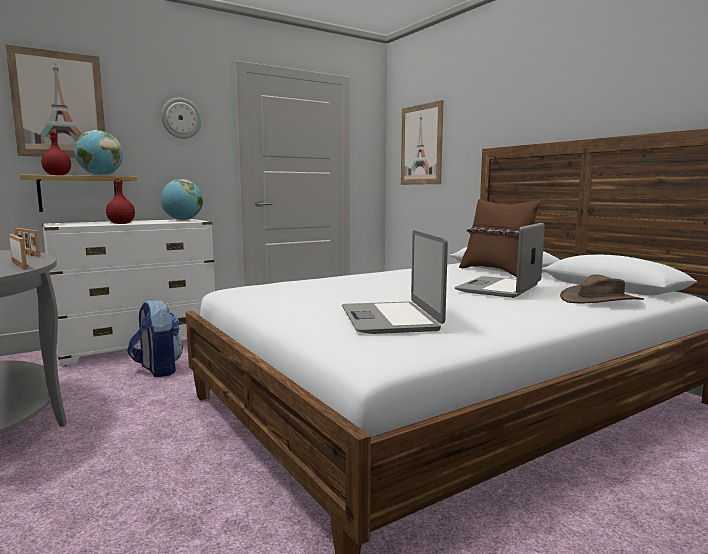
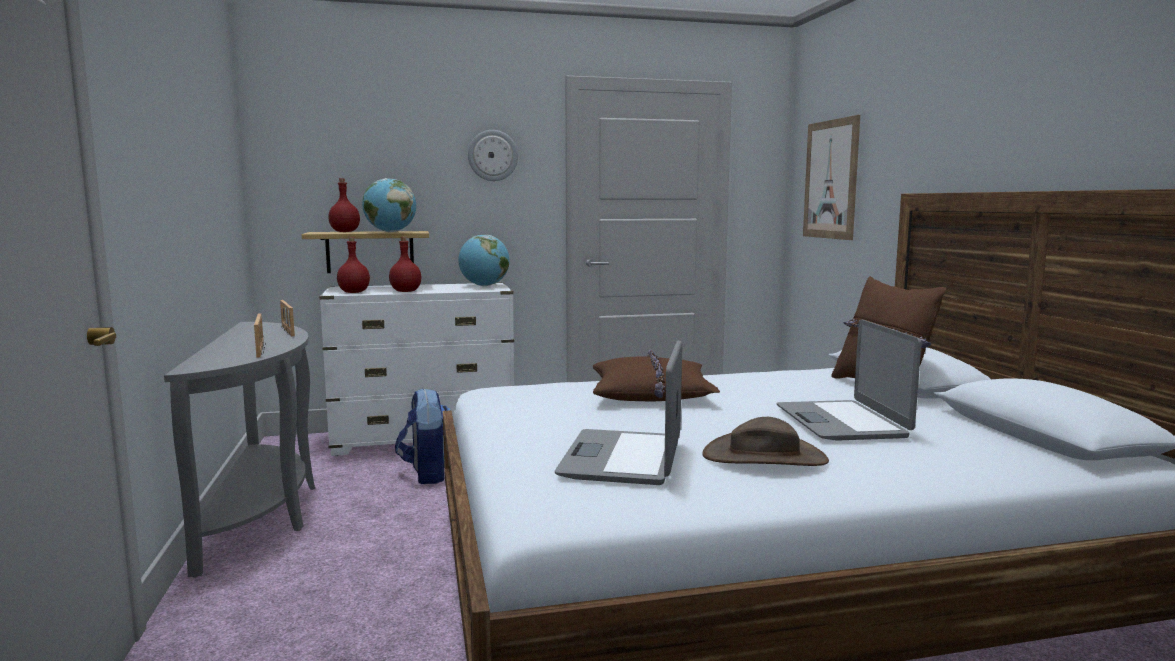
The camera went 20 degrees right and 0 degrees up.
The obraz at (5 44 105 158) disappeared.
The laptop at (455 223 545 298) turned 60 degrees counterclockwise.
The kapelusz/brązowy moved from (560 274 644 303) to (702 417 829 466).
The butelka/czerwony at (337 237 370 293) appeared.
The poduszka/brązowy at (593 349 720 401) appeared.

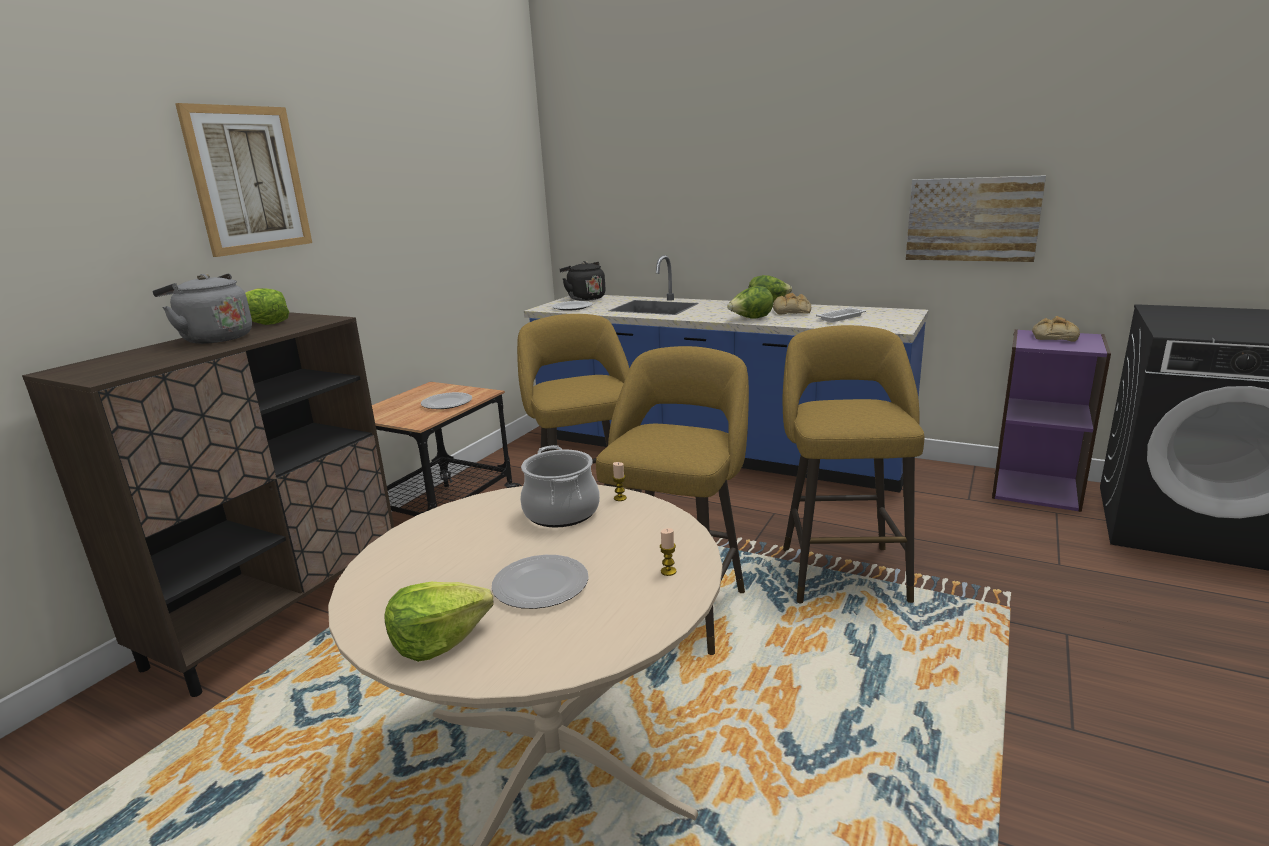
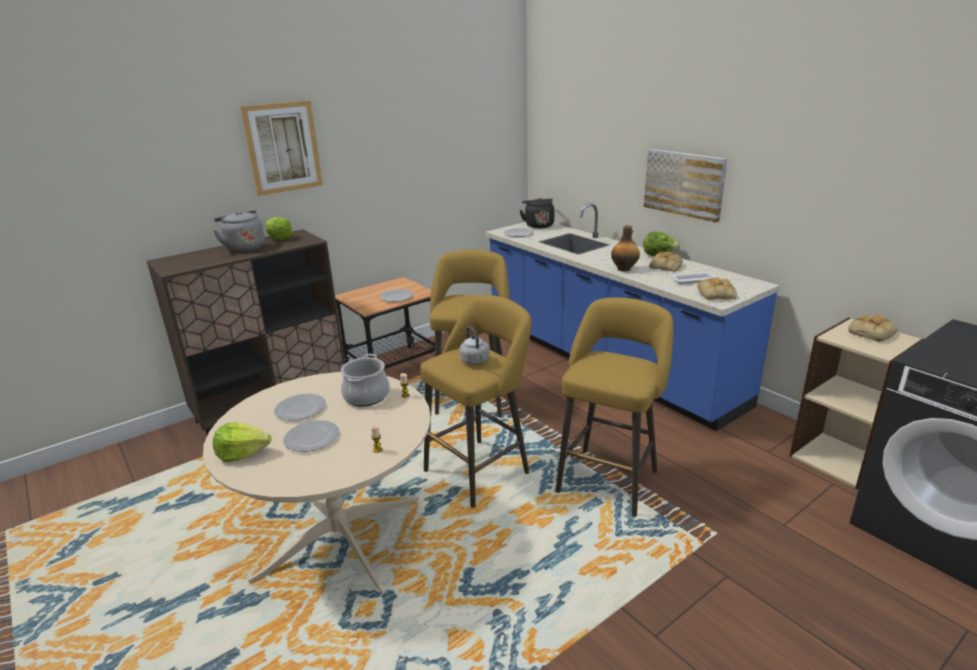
The camera went 25 degrees right and 5 degrees up.
The sałata at (727 286 773 319) was replaced by the butelka at (611 225 640 271).
The obraz moved from (906 175 1046 262) to (644 149 727 223).
The regał/fioletowy at (992 329 1111 512) became the regał/beżowy at (789 317 923 489).
The talerz at (274 394 326 421) appeared.
The czajnik/szary at (460 326 489 365) appeared.
The chleb at (697 277 737 300) appeared.

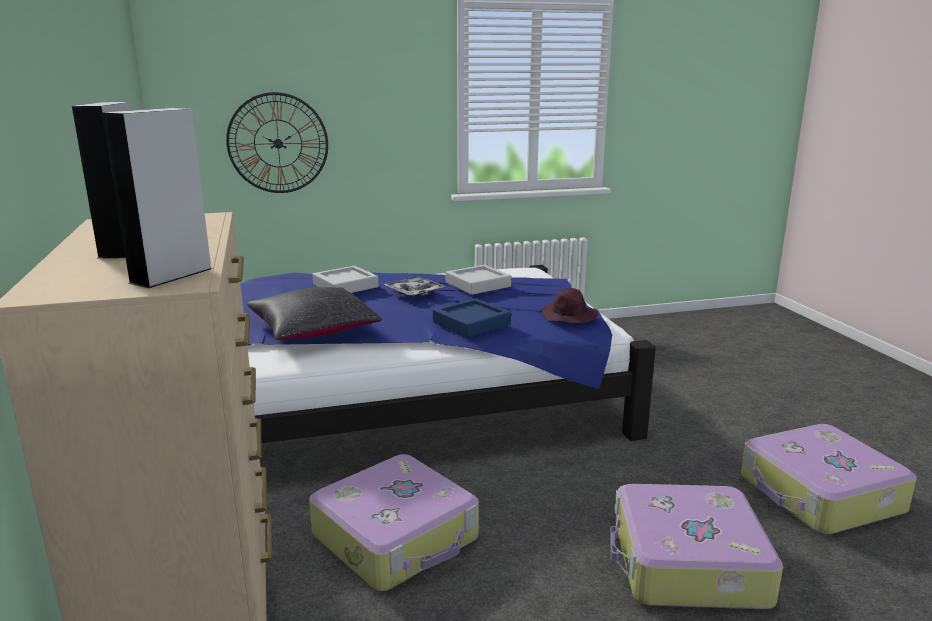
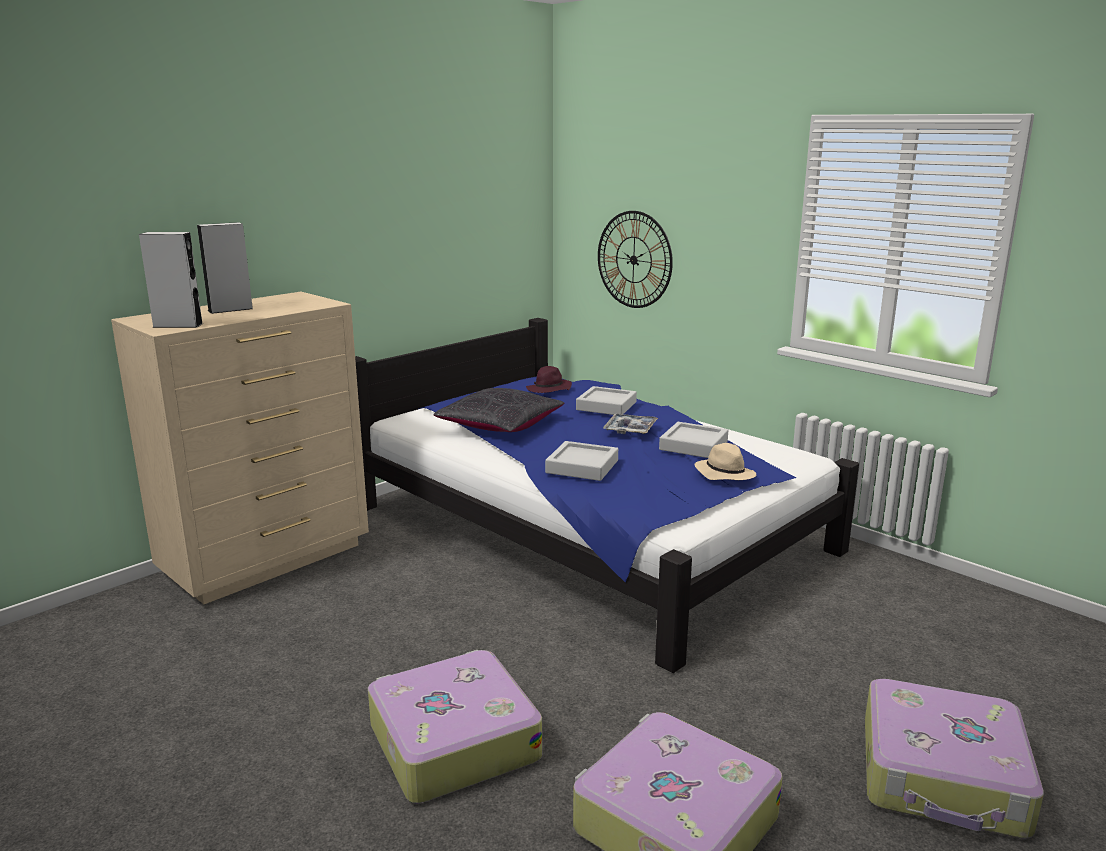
The camera went 60 degrees right and 0 degrees up.
The walizka moved from (309 454 479 591) to (865 679 1044 839).
The taca/niebieski at (433 298 511 337) became the taca/szary at (545 441 618 481).
The kapelusz/fioletowy moved from (542 288 598 323) to (526 366 572 393).
The kapelusz/beżowy at (694 443 756 480) appeared.

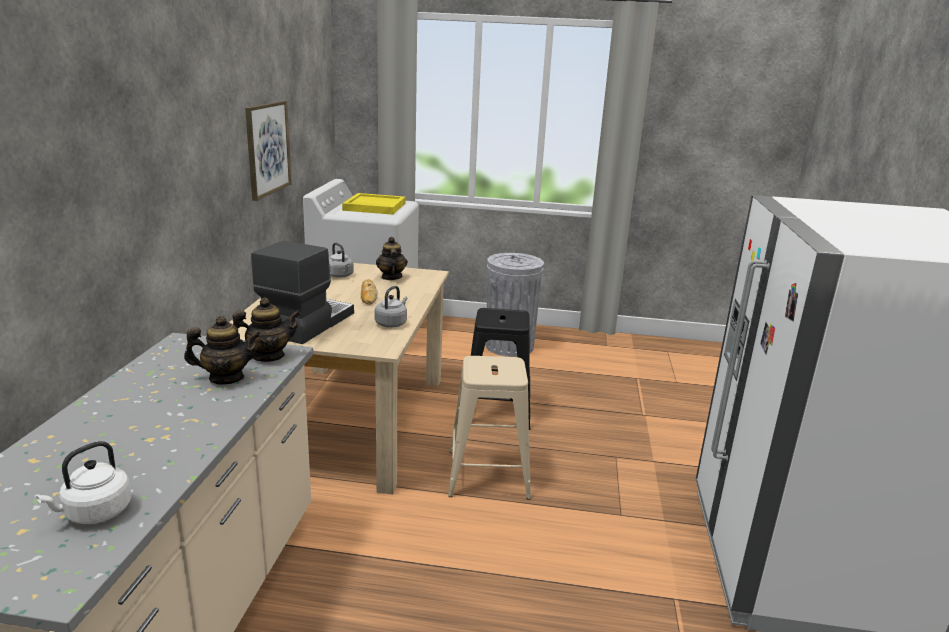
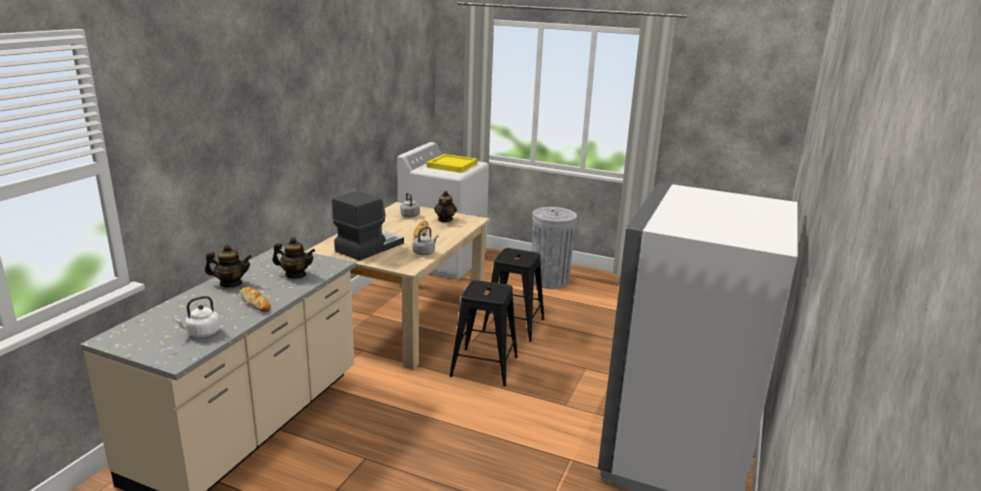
The camera went 15 degrees right and 0 degrees up.
The imbryk moved from (233 297 301 362) to (205 245 252 287).
The obraz at (245 101 292 201) disappeared.
The stołek/beżowy at (448 356 531 500) became the stołek/czarny at (450 280 518 386).
The chleb at (241 287 271 312) appeared.

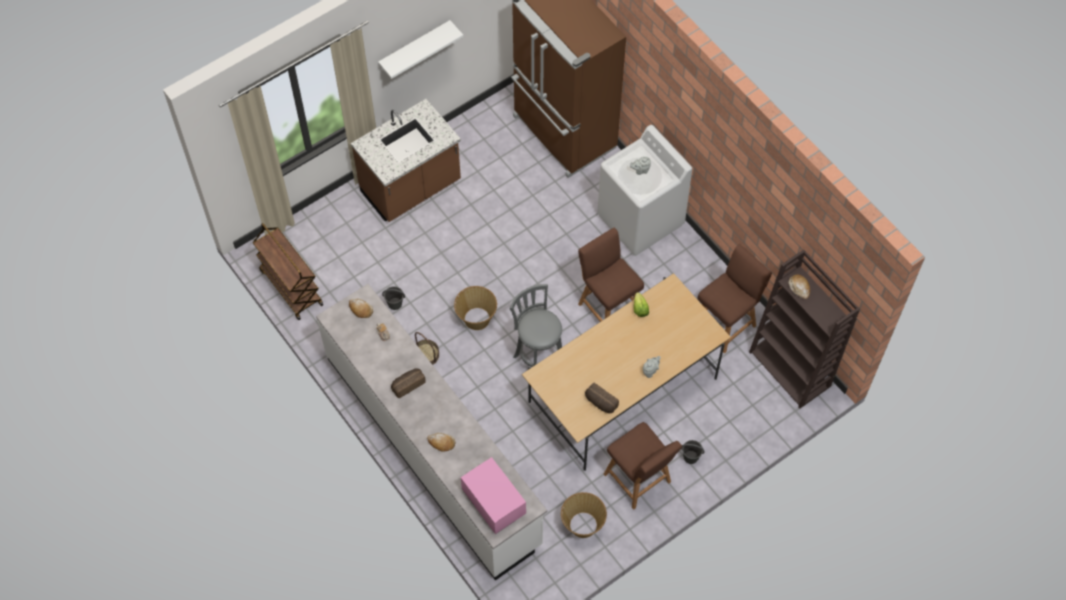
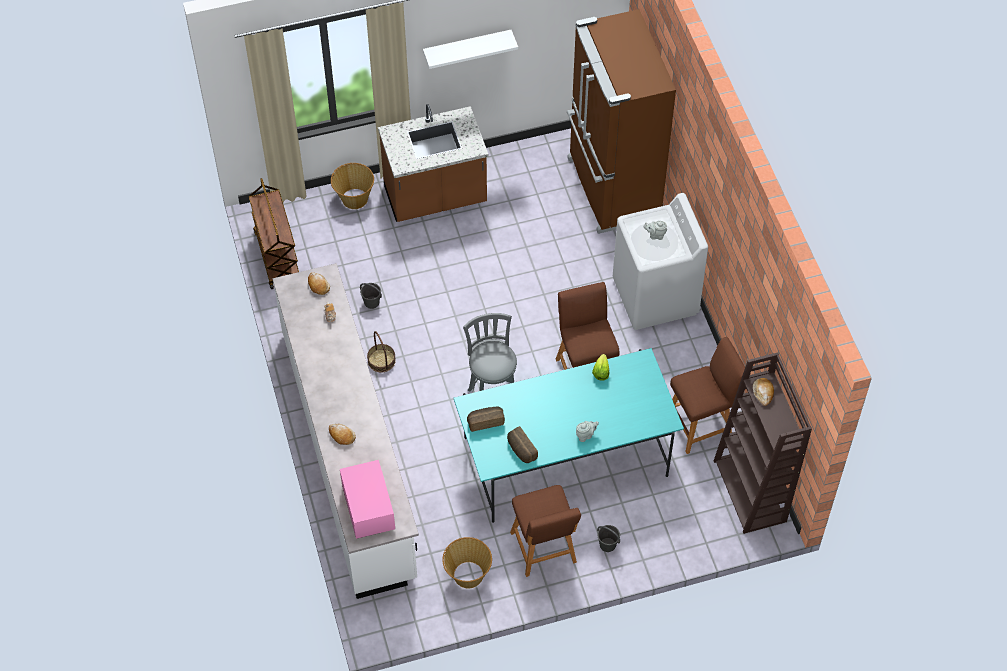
The camera went 20 degrees right and 5 degrees down.
The chleb moved from (391 368 426 398) to (467 407 505 432).
The koszyk moved from (454 286 497 330) to (331 163 374 209).
The stół jadalny/beżowy at (522 273 731 471) became the stół jadalny/turkusowy at (454 348 684 523).

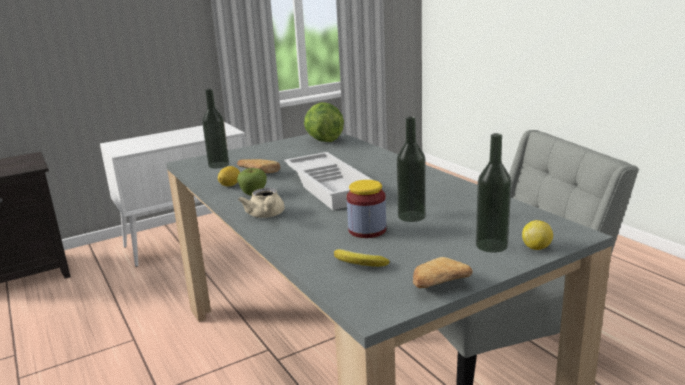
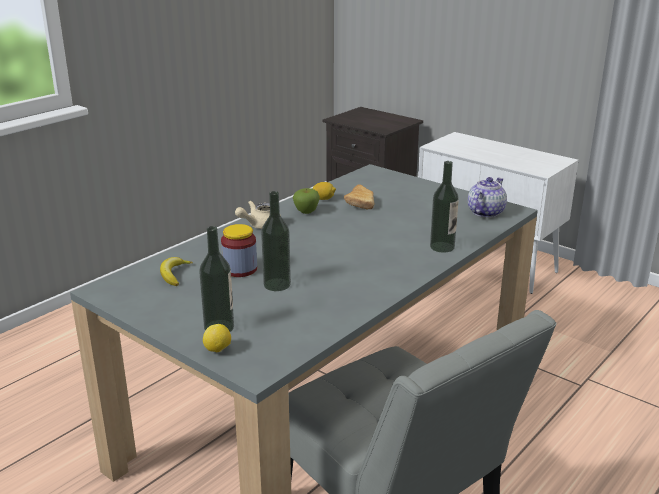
The camera went 70 degrees right and 5 degrees up.
The butelka moved from (202 89 229 169) to (430 161 459 253).
The taca/biały at (284 152 373 210) disappeared.
The sałata at (304 102 344 142) was replaced by the imbryk at (468 177 507 218).
The chleb at (413 257 473 288) disappeared.

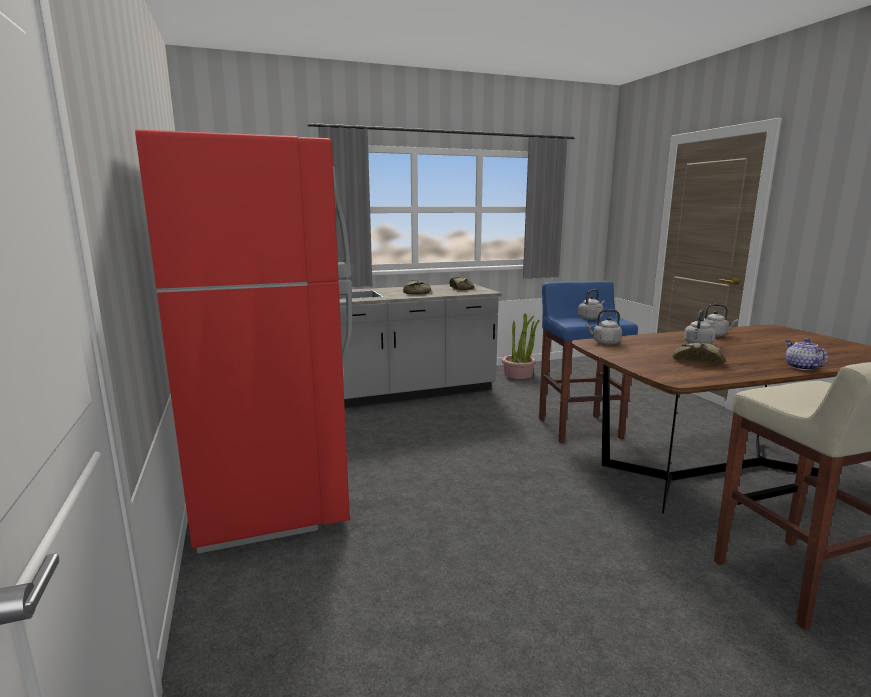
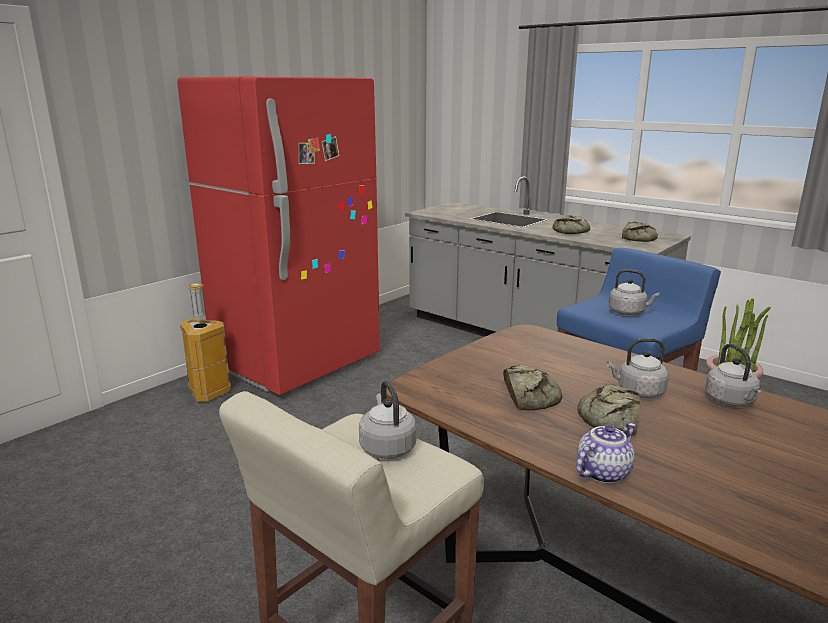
The camera went 60 degrees right and 5 degrees up.
The czajnik/szary moved from (586 309 622 345) to (359 381 417 459).
The kosz na śmieci at (180 283 231 402) appeared.
The chleb at (577 384 641 435) appeared.

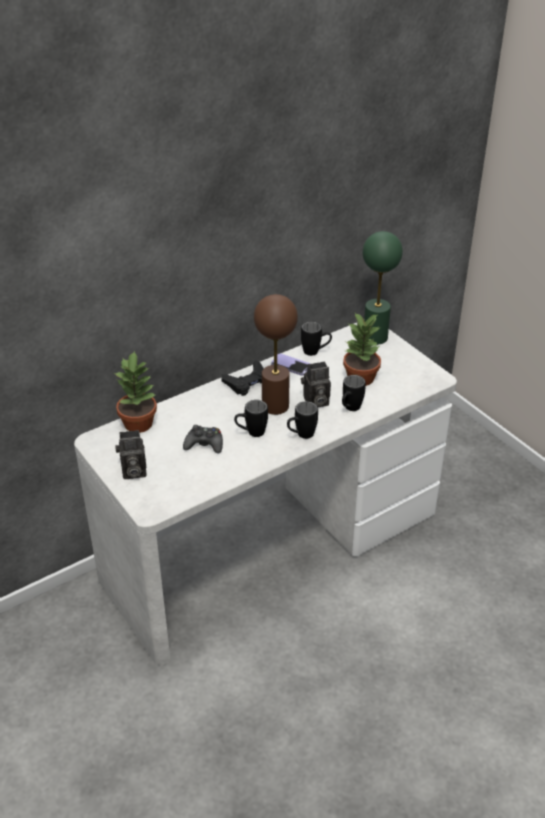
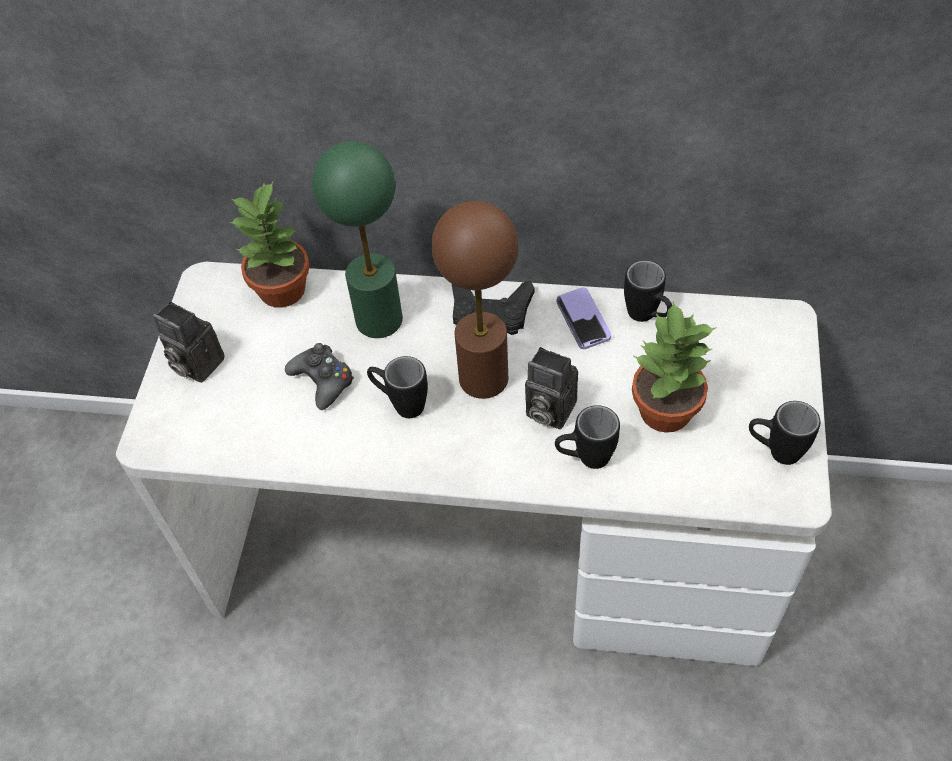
The camera went 45 degrees right and 15 degrees up.
The kubek/czarny moved from (287 401 318 439) to (749 401 820 465).
The lampa stołowa/zielony moved from (363 231 403 345) to (312 141 403 338).

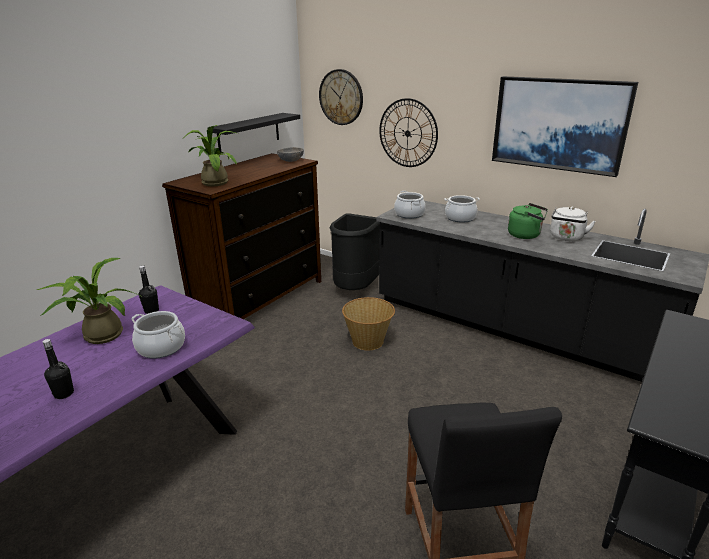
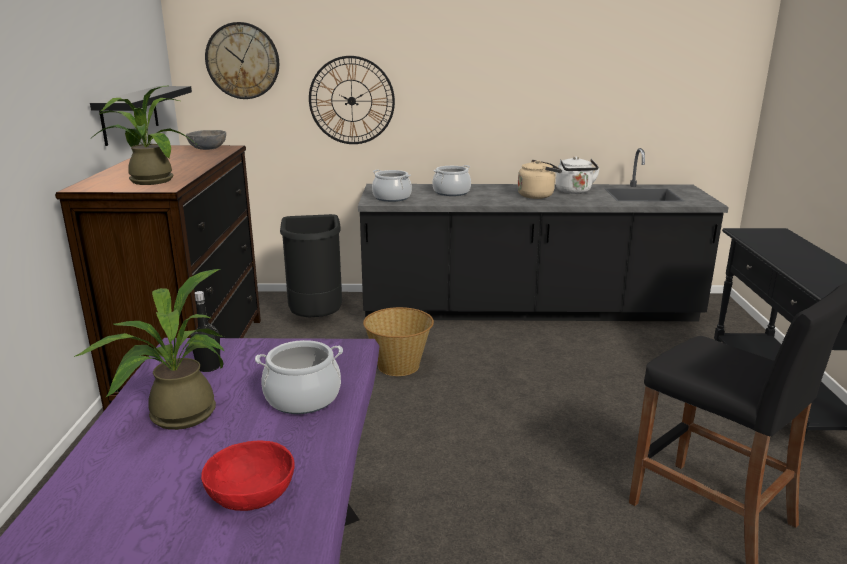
The camera went 35 degrees left and 5 degrees down.
The butelka/czarny at (42 339 74 399) was replaced by the miska/czerwony at (201 440 295 511).
The obraz at (492 76 638 177) disappeared.
The czajnik/zielony at (508 203 548 239) became the czajnik/beżowy at (517 160 562 199).

